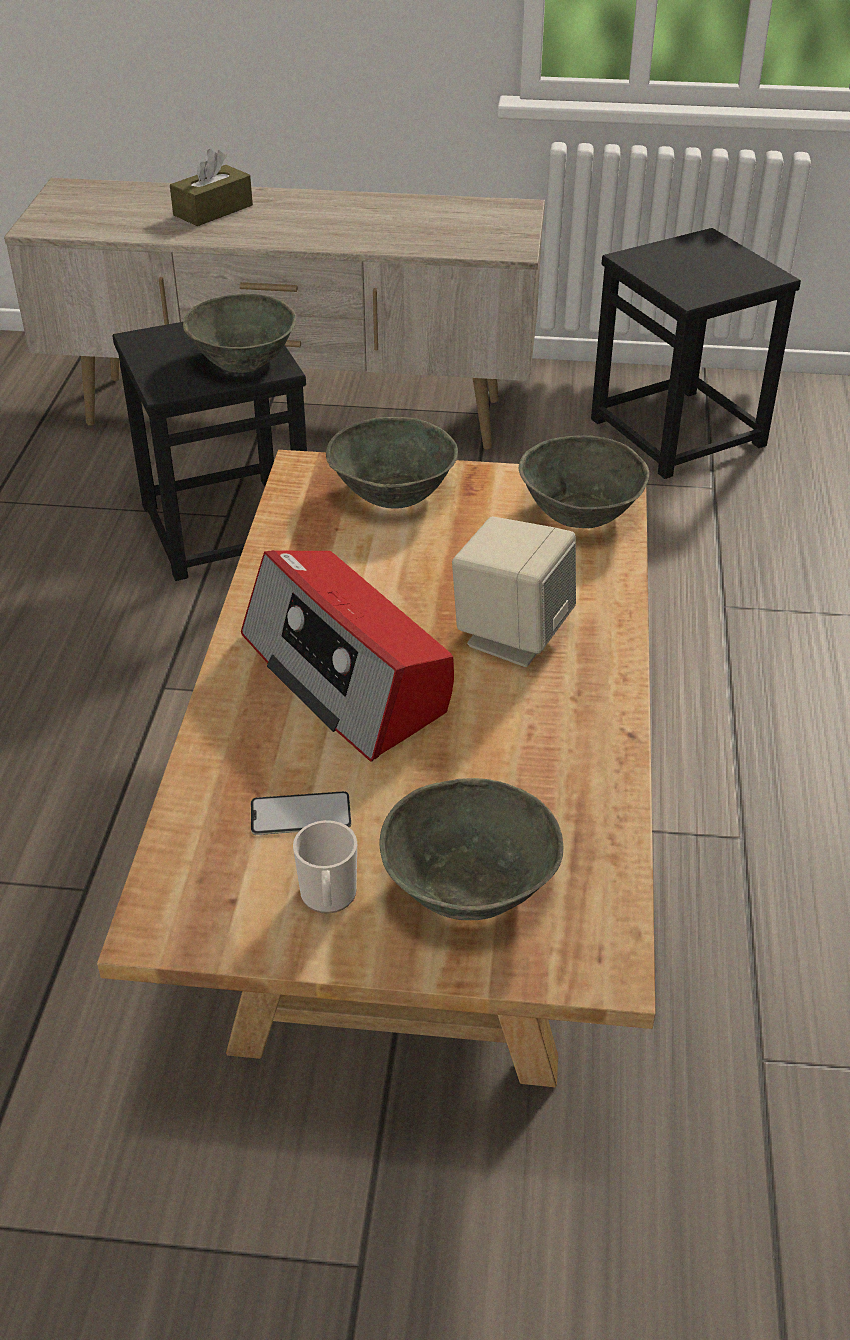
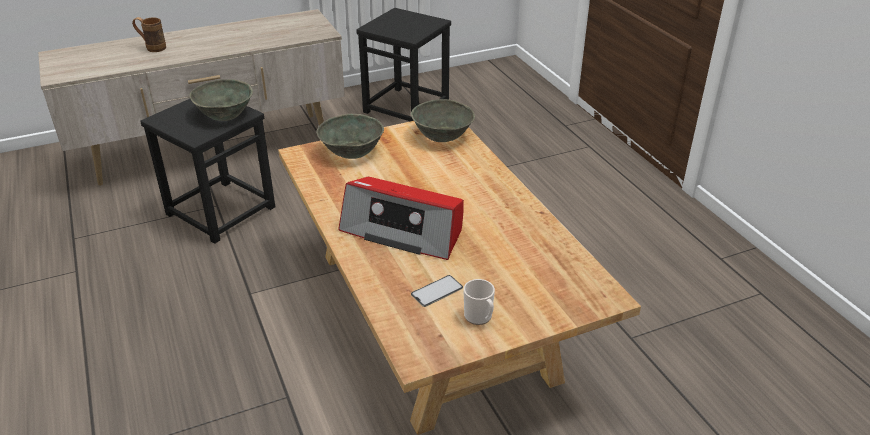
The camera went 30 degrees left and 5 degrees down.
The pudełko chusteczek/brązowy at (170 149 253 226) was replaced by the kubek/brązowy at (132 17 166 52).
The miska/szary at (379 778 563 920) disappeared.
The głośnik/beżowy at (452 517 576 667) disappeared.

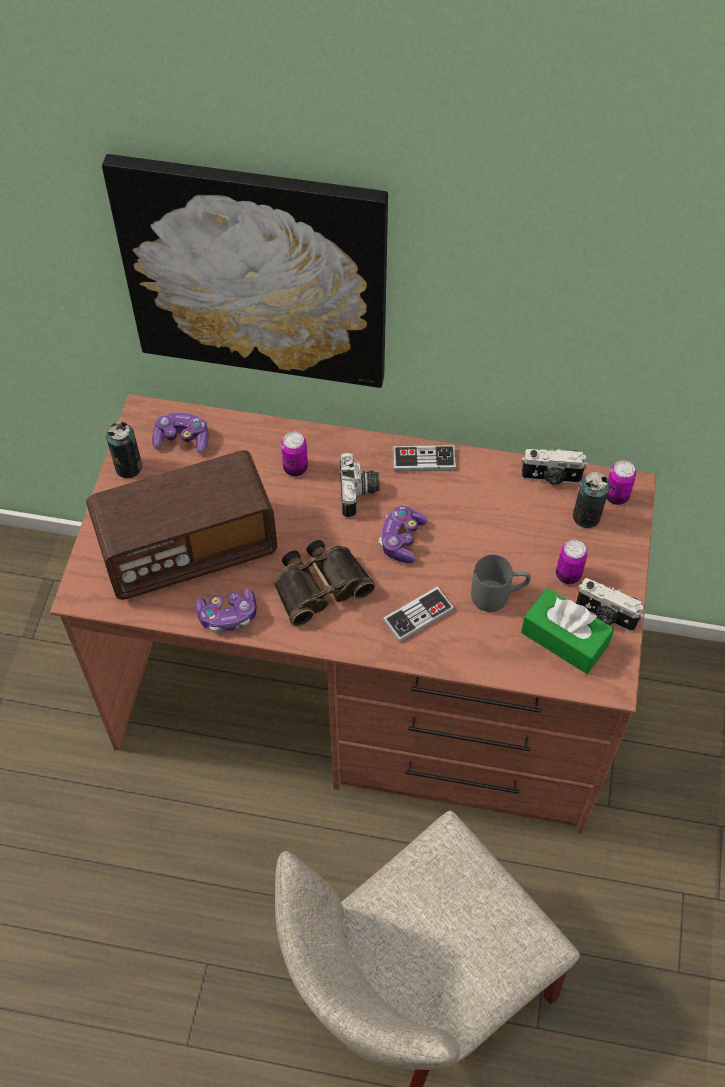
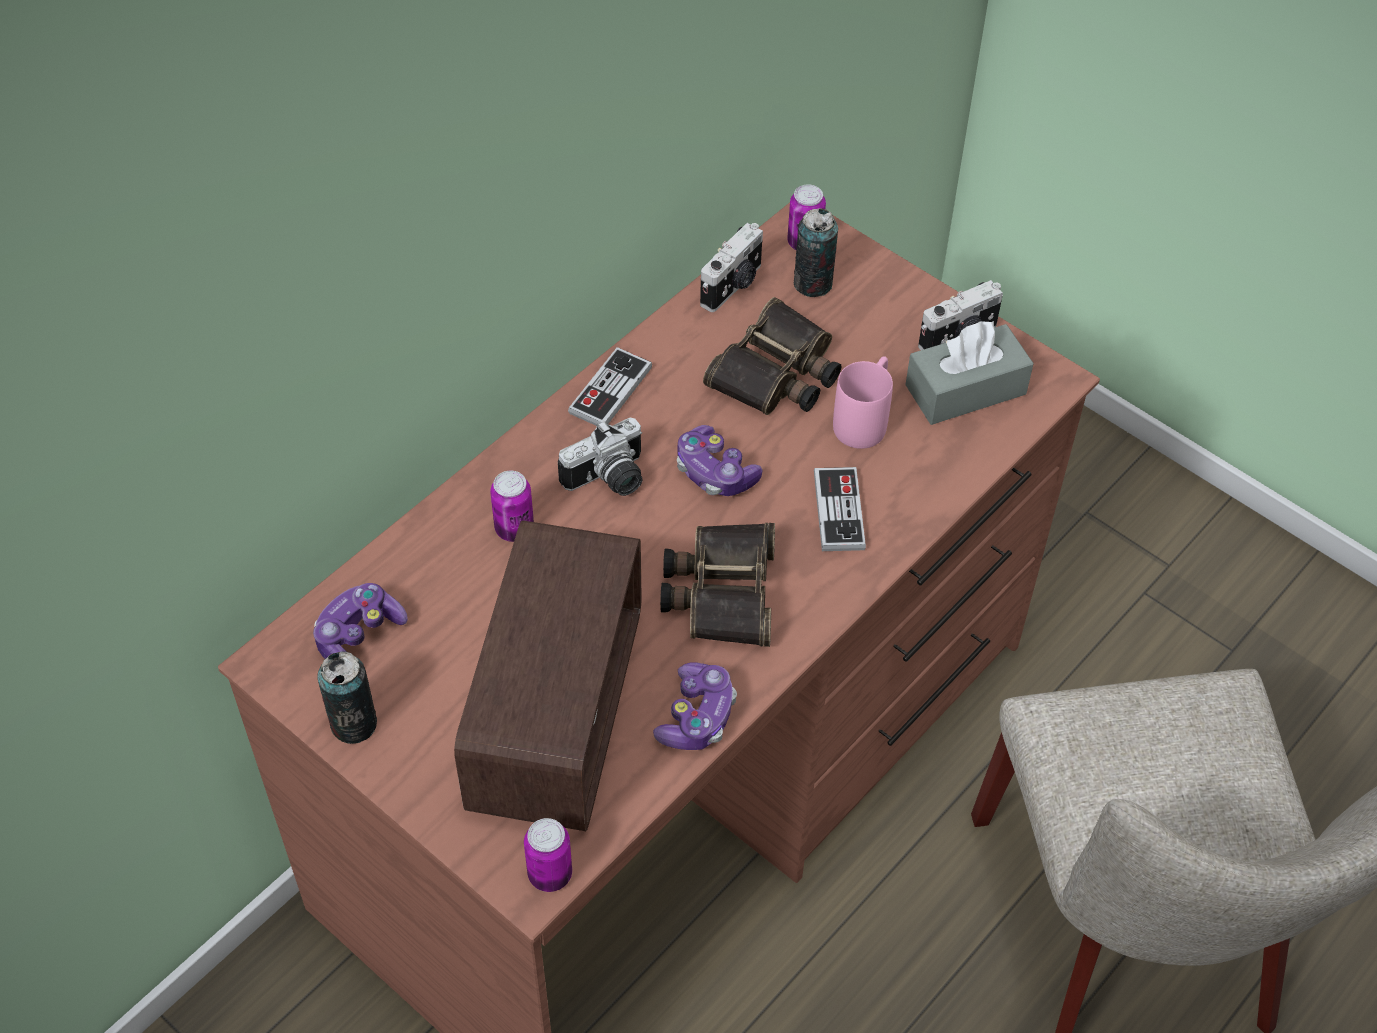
The camera went 60 degrees left and 5 degrees down.
The obraz at (102 154 388 388) disappeared.
The aparat fotograficzny at (340 453 380 518) turned 120 degrees clockwise.
The kubek/szary at (471 554 531 612) became the kubek/różowy at (833 356 893 449).
The pudełko chusteczek/zielony at (521 588 614 674) became the pudełko chusteczek/szary at (905 320 1034 425).
The puszka moved from (556 540 588 584) to (524 818 572 892).
The lornetka at (703 297 842 415) appeared.

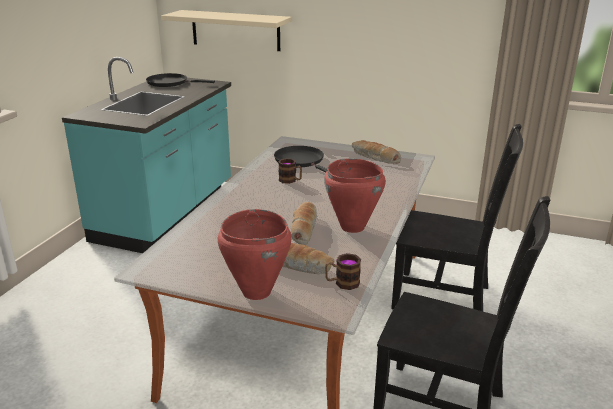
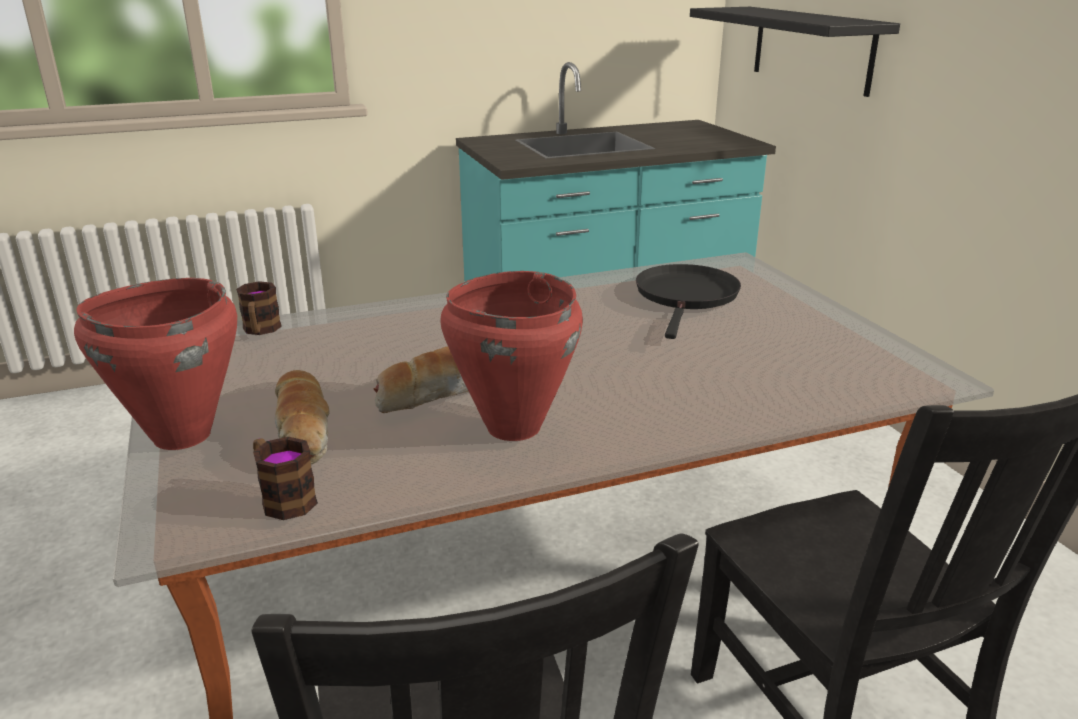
The camera went 50 degrees right and 0 degrees up.
The patelnia/czarny at (146 73 215 87) disappeared.
The półka/beżowy at (161 10 292 51) became the półka/czarny at (690 7 900 97).
The kubek moved from (278 158 302 184) to (236 281 282 335).
The chleb at (352 140 401 164) disappeared.

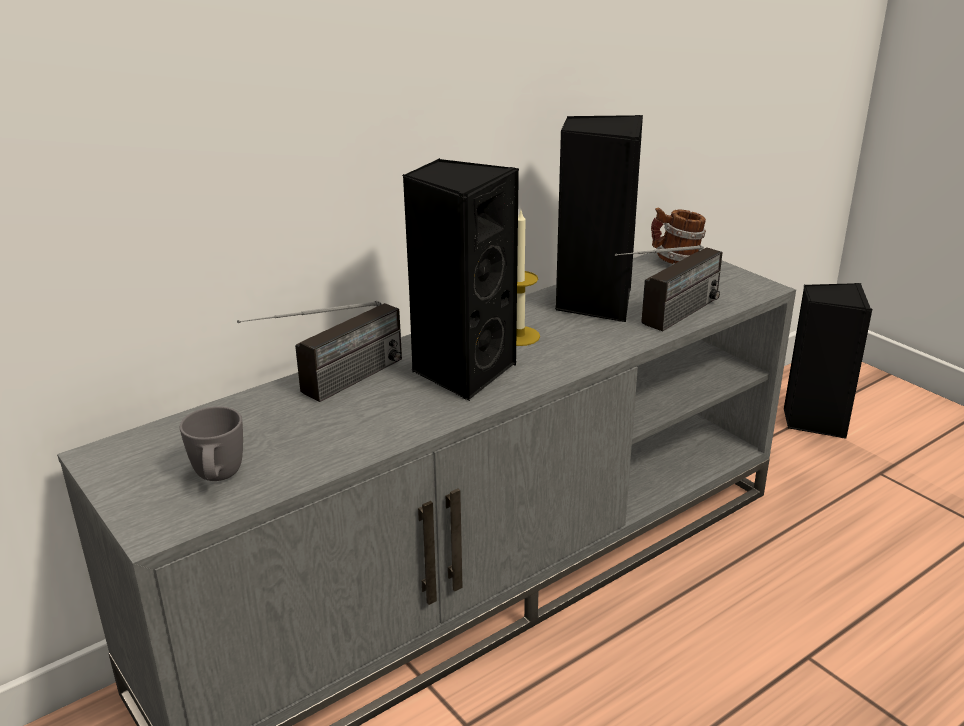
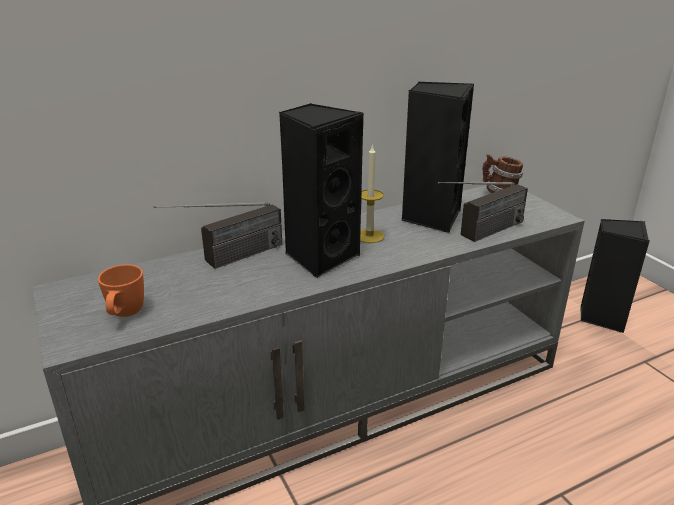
The camera went 10 degrees right and 0 degrees up.
The kubek/szary at (180 406 243 481) became the kubek/pomarańczowy at (98 264 144 317).

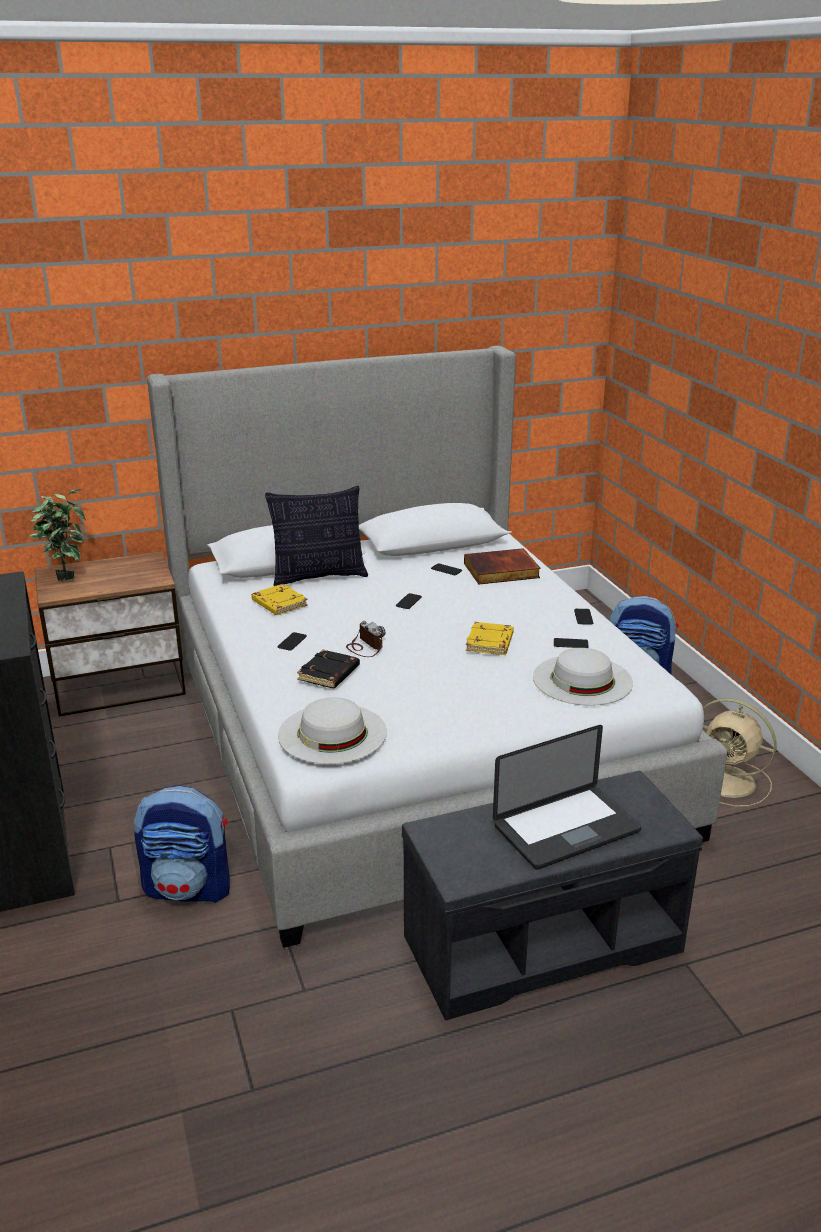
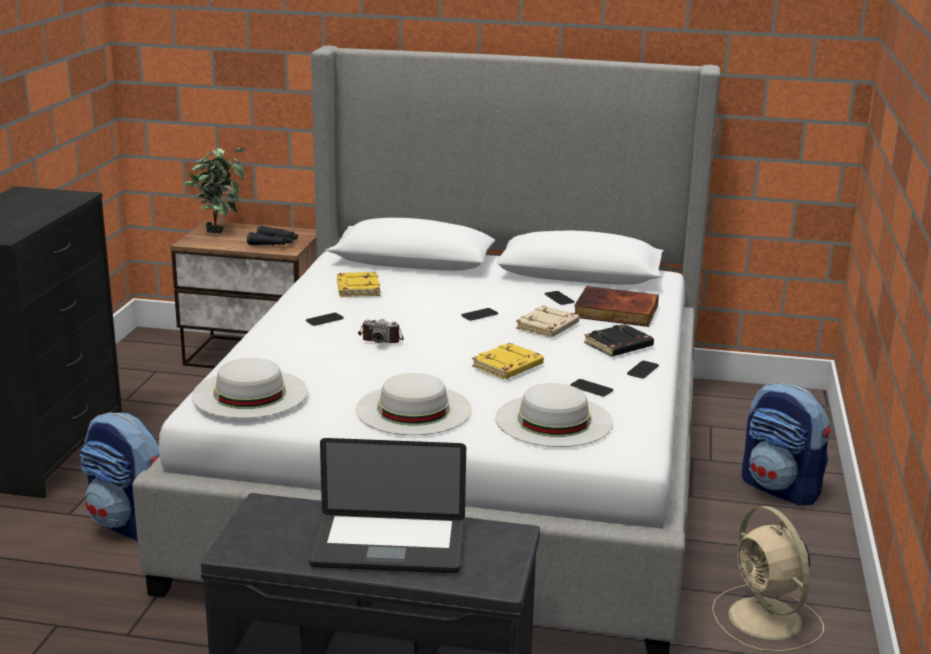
The camera went 30 degrees right and 5 degrees down.
The poduszka at (265 486 368 586) disappeared.
The książka/czarny moved from (297 649 360 688) to (584 324 654 356).
The aparat fotograficzny at (346 621 385 657) turned 105 degrees clockwise.
The lornetka/czarny at (247 225 298 245) appeared.
The kapelusz/biały at (356 373 472 435) appeared.
The książka/beżowy at (516 306 579 338) appeared.

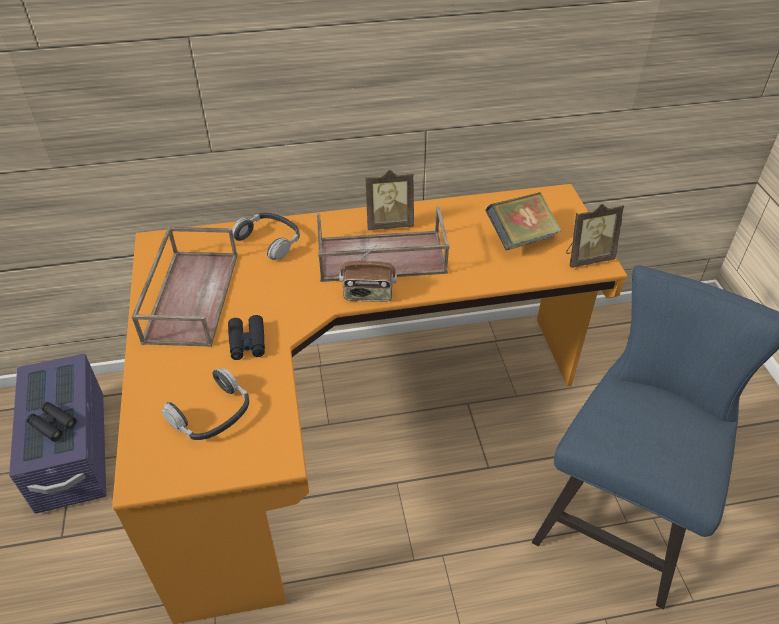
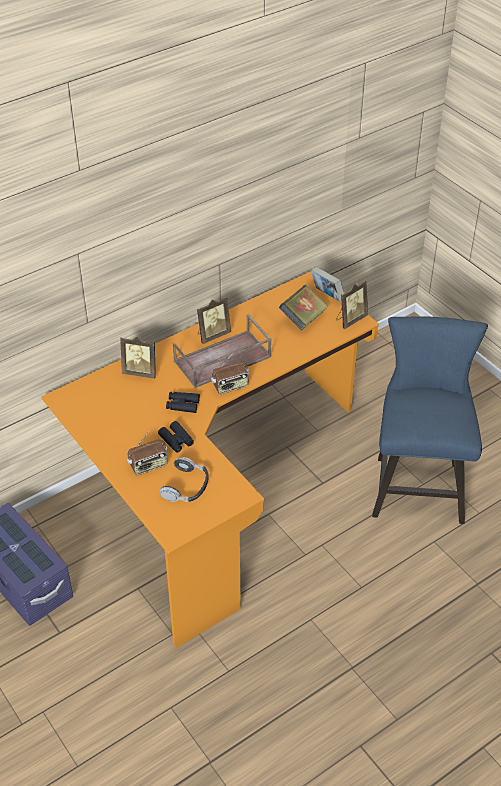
The camera went 25 degrees left and 0 degrees up.
The lornetka/czarny moved from (27 402 77 442) to (166 392 200 413).
The taca/brązowy at (132 226 238 347) disappeared.
The słuchawki at (232 213 300 260) was replaced by the ramka na zdjęcie at (120 337 156 379).
The radio at (127 431 168 475) appeared.
The książka at (311 267 344 302) appeared.

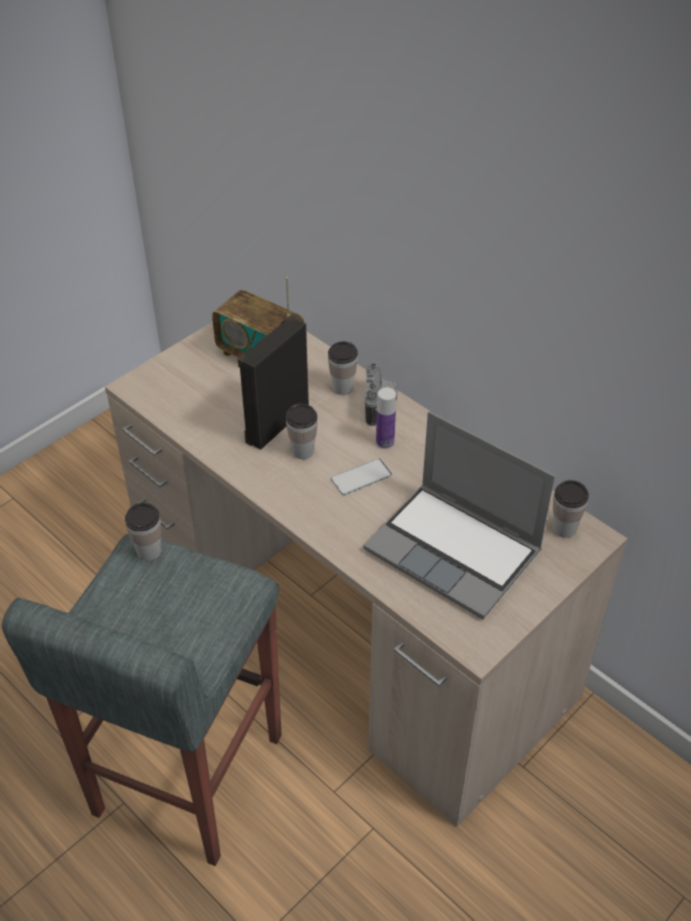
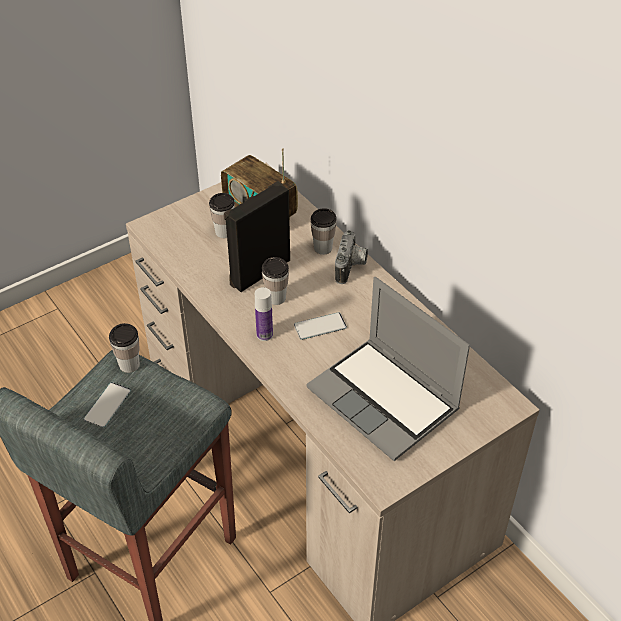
The camera went 10 degrees right and 0 degrees up.
The butelka moved from (376 388 396 449) to (255 287 273 341).
The filiżanka moved from (552 480 589 538) to (209 193 235 238).
The telefon at (84 382 131 428) appeared.

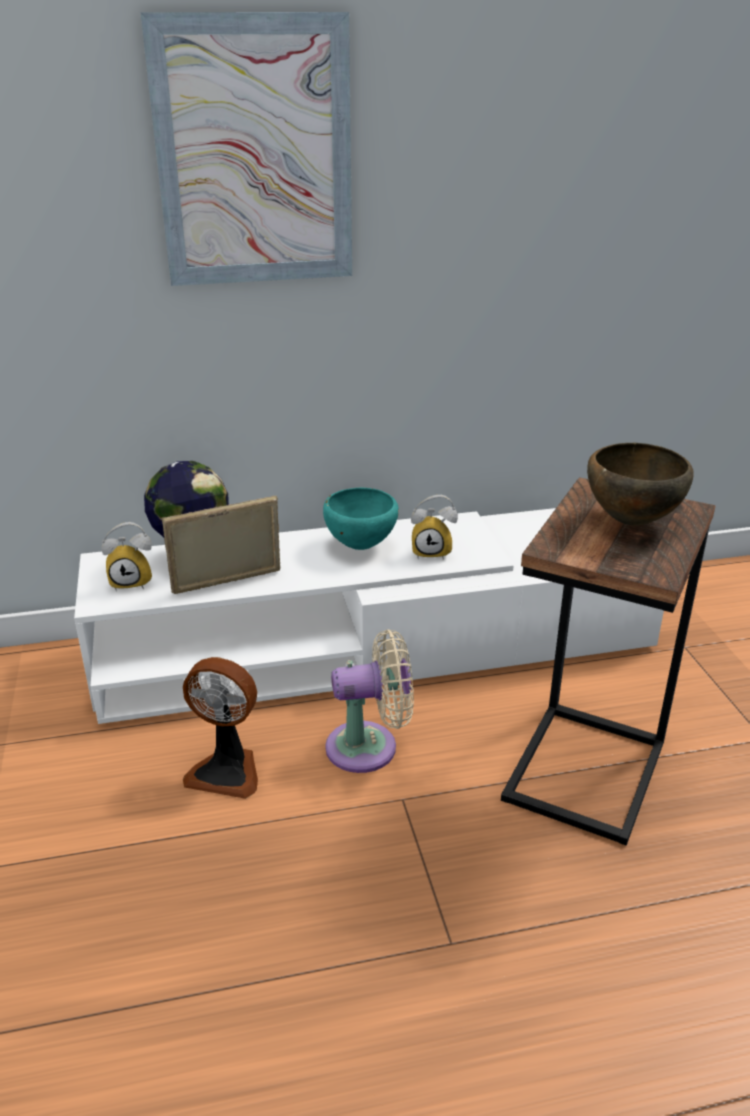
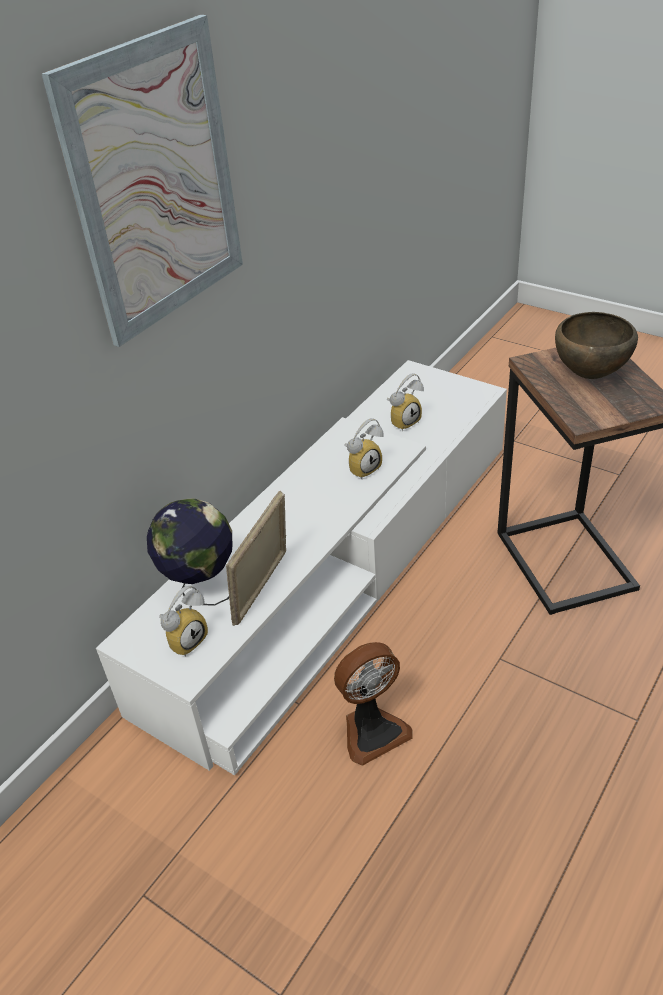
The camera went 40 degrees left and 10 degrees up.
The miska/turkusowy at (323 488 399 550) disappeared.
The wentylator/beżowy at (325 629 414 773) disappeared.
The budzik at (387 373 424 431) appeared.

